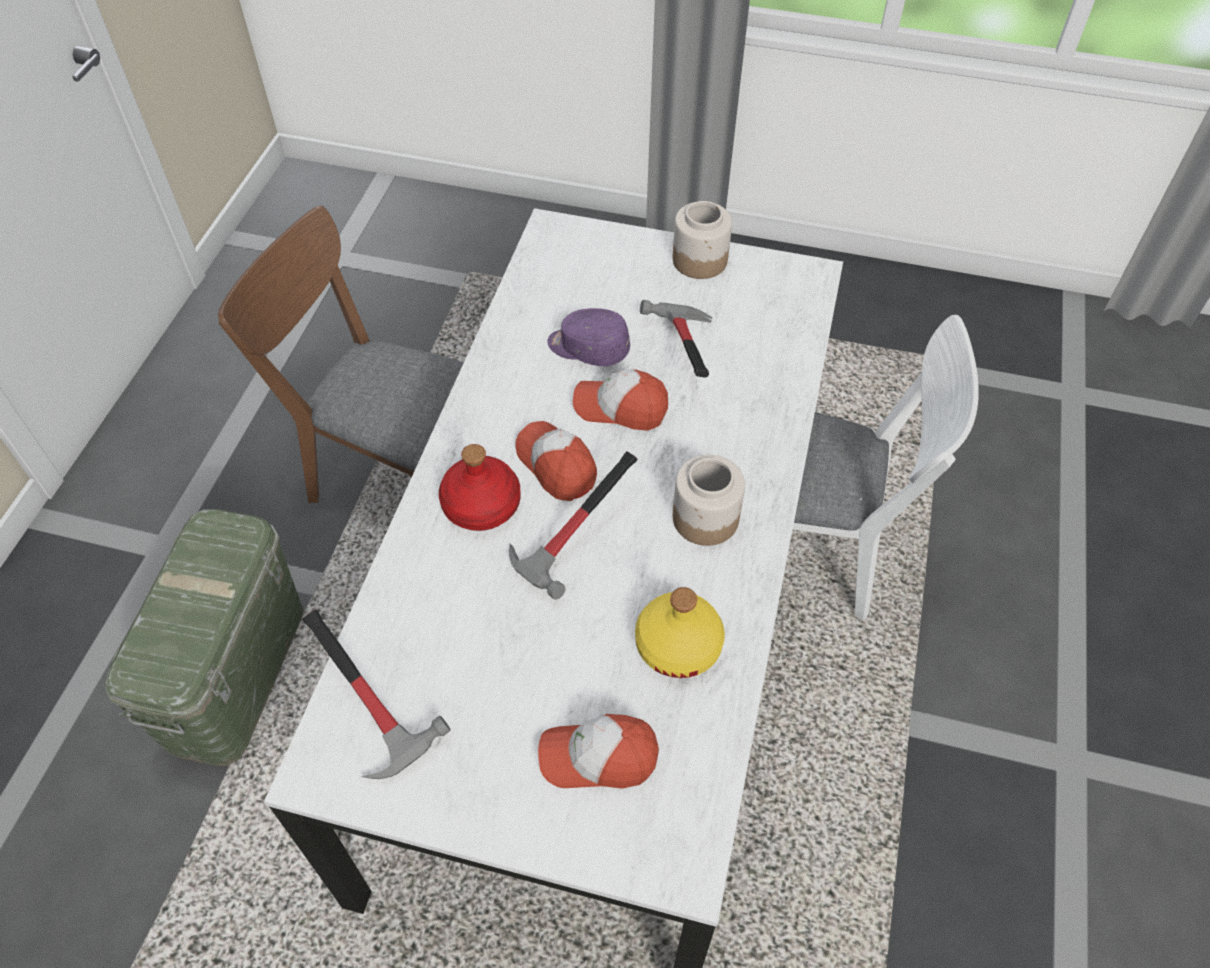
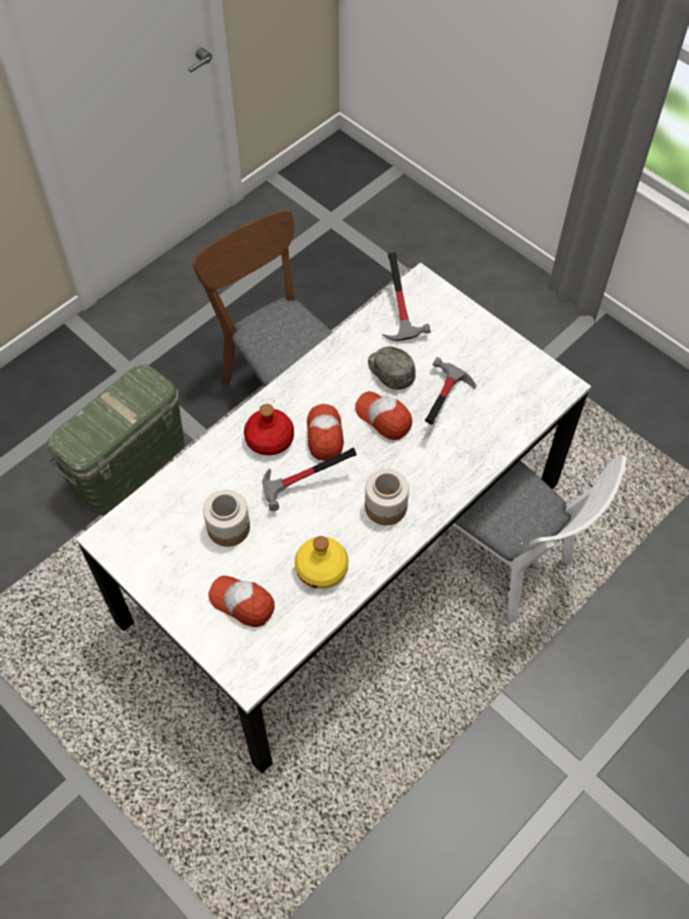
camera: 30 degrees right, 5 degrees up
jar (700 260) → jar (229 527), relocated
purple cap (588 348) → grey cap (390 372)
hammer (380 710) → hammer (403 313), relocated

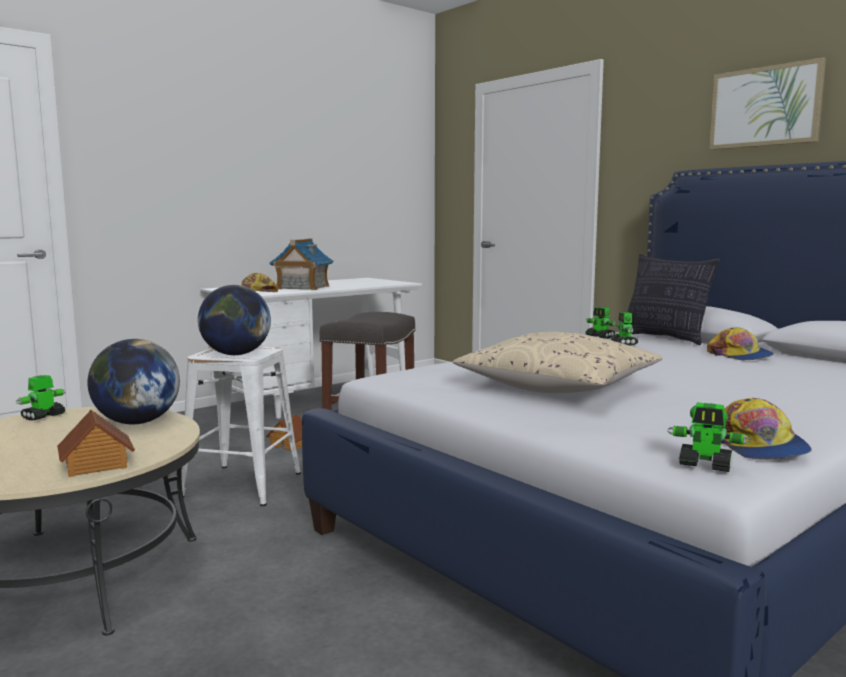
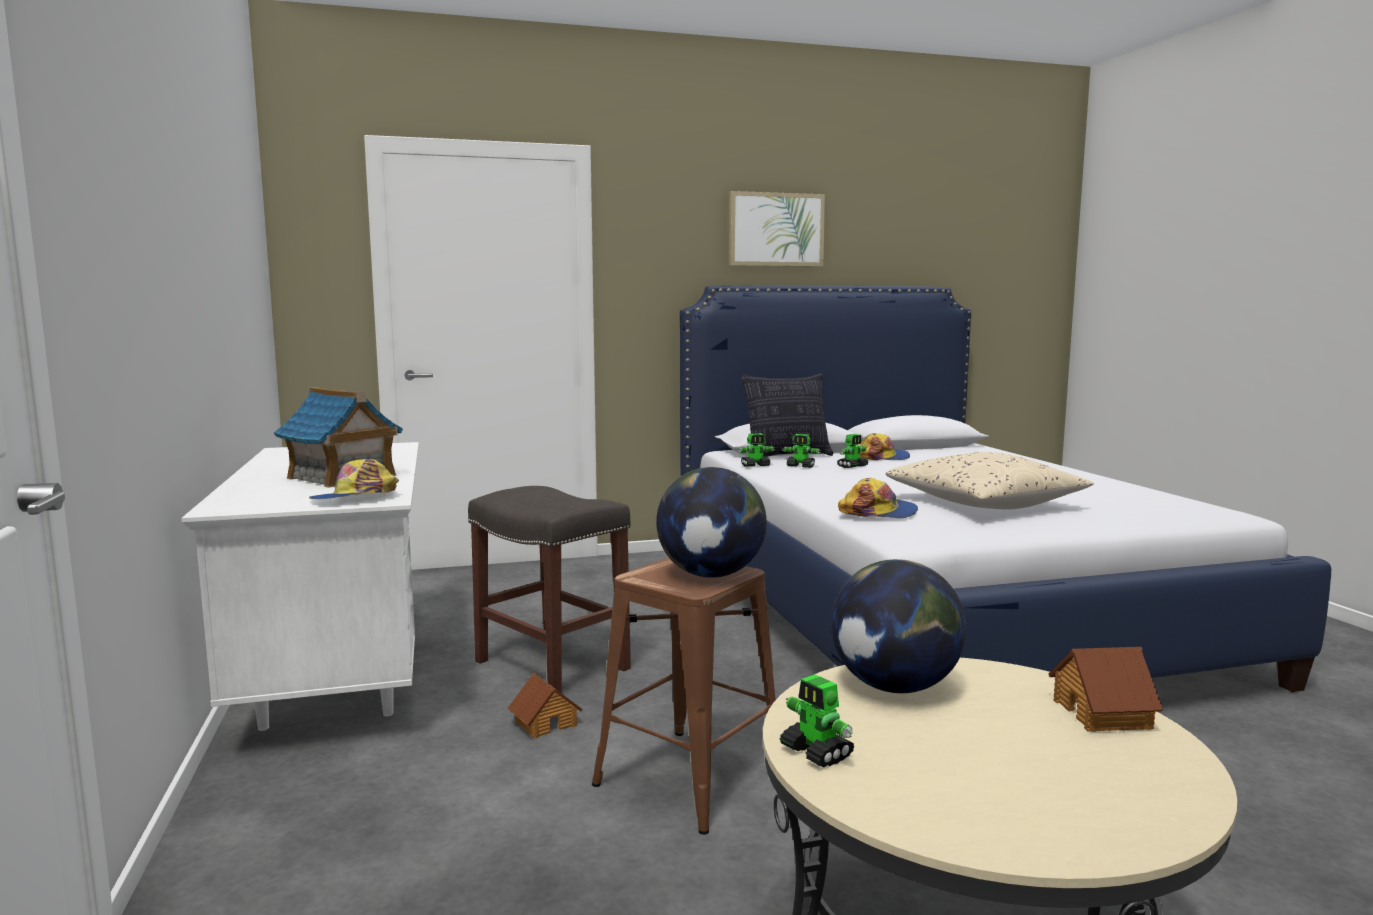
camera: 65 degrees left, 0 degrees up
white stool (241 485) → brown stool (691 778)
cap (758 446) → cap (879 512), relocated
toy robot (705 465) → toy robot (852 466), relocated

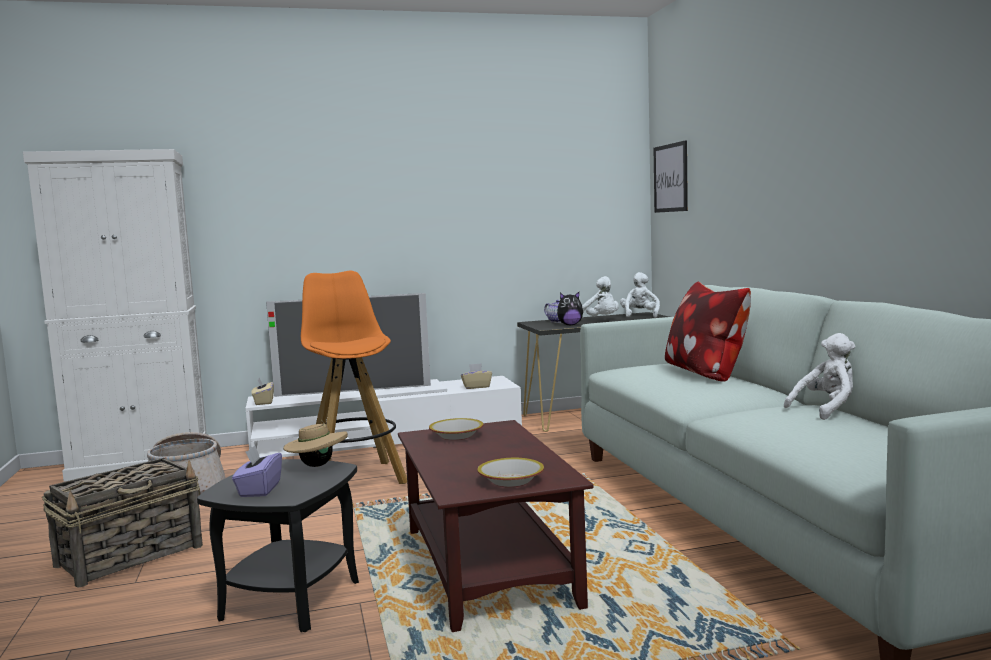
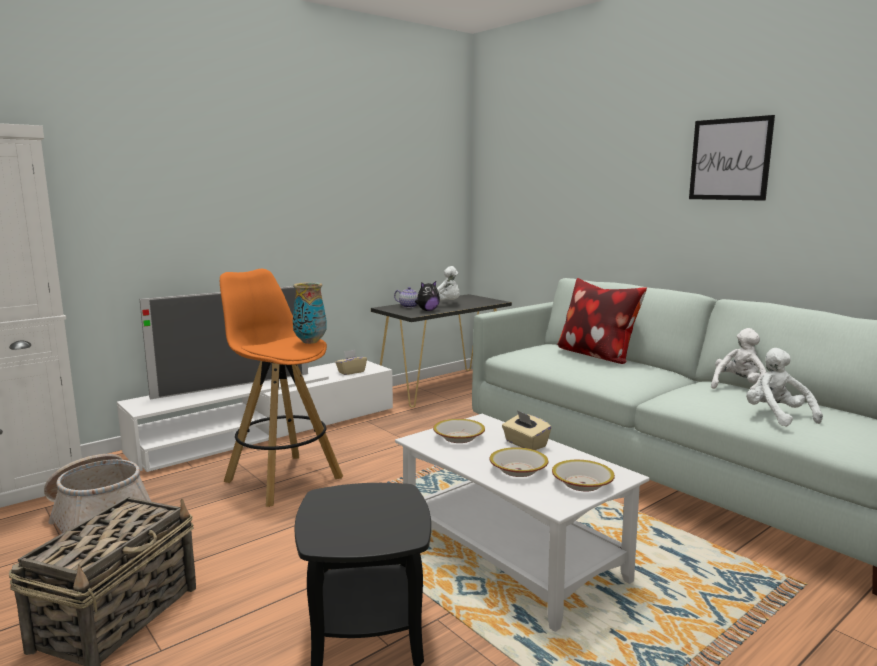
camera: 25 degrees left, 5 degrees up
picture (670 178) → picture (730 159), relocated
white plush toy (640 315) → white plush toy (777 416), relocated
beige tissue box (263 402) → beige tissue box (525 444), relocated
beige hat (317 465) → -
brown coffee table (489 567) → white coffee table (512 556)
purple tissue box (259 489) → -
- → vase (310 342)
- → bowl (518 470)

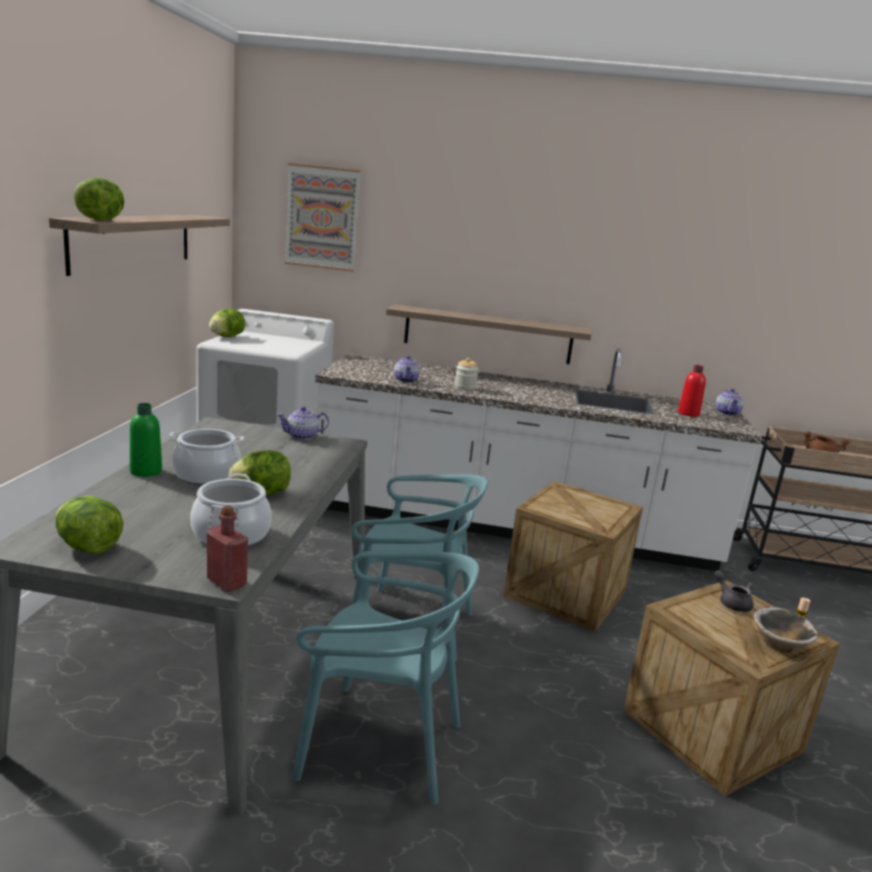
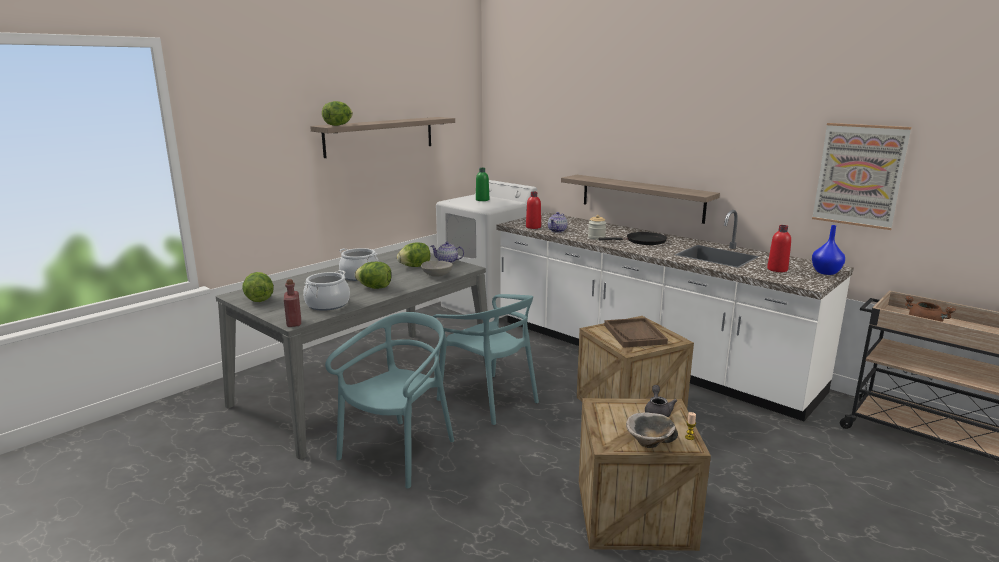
camera: 35 degrees right, 0 degrees up
picture (322 218) → picture (859 175), relocated
lettuce (226 337) → lettuce (415 266), relocated
teapot (727 413) → blue vase (826 272)
green bottle (146 471) → green bottle (482 200), relocated
turquoise chair (380 745) → turquoise chair (399 452), 105 degrees counterclockwise
- → red bottle (533 227)
- → black frying pan (643 241)
- → grey bowl (436 275)
- → brown tray (634 334)

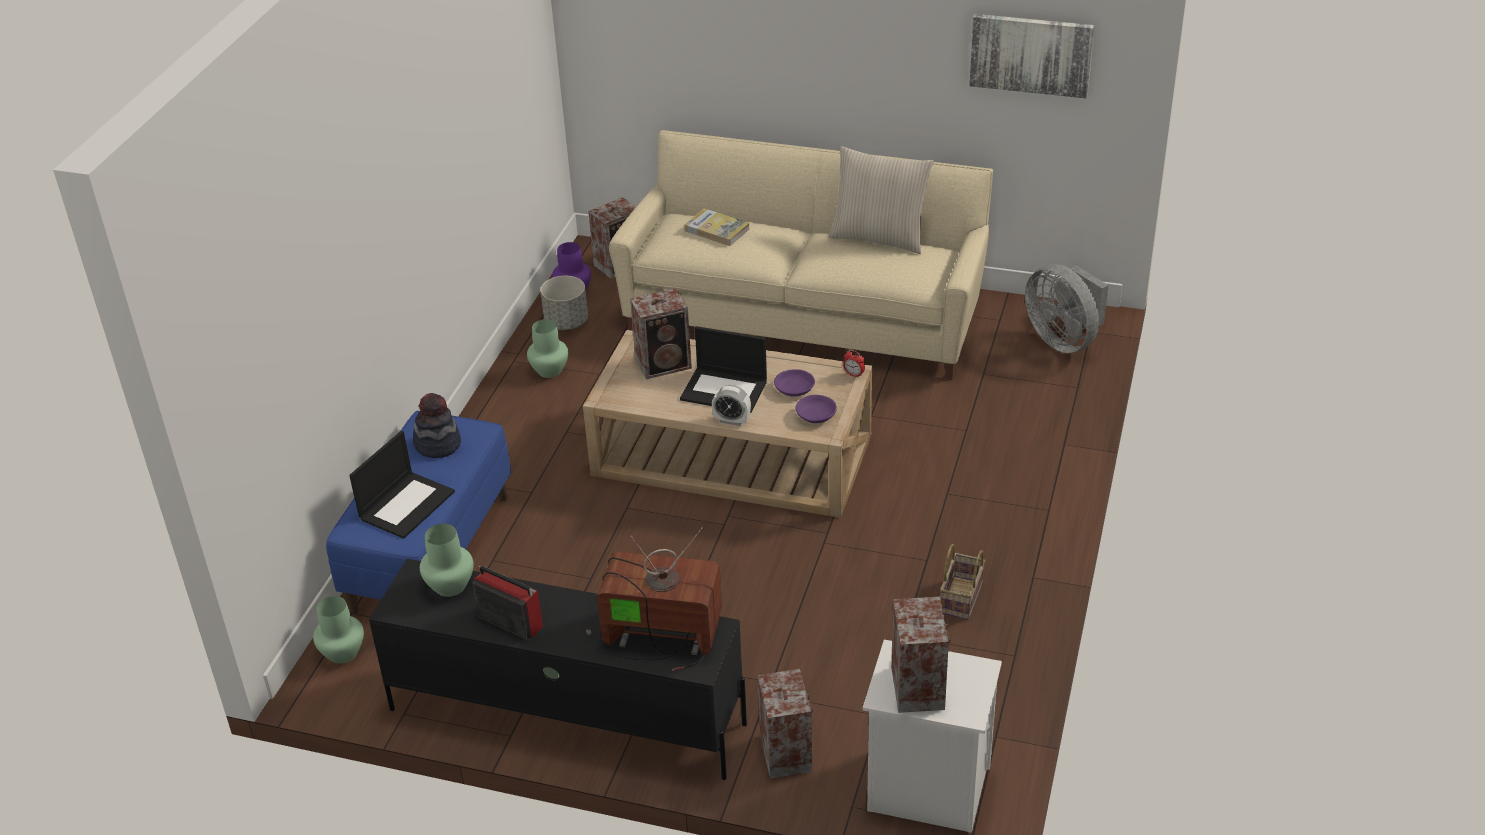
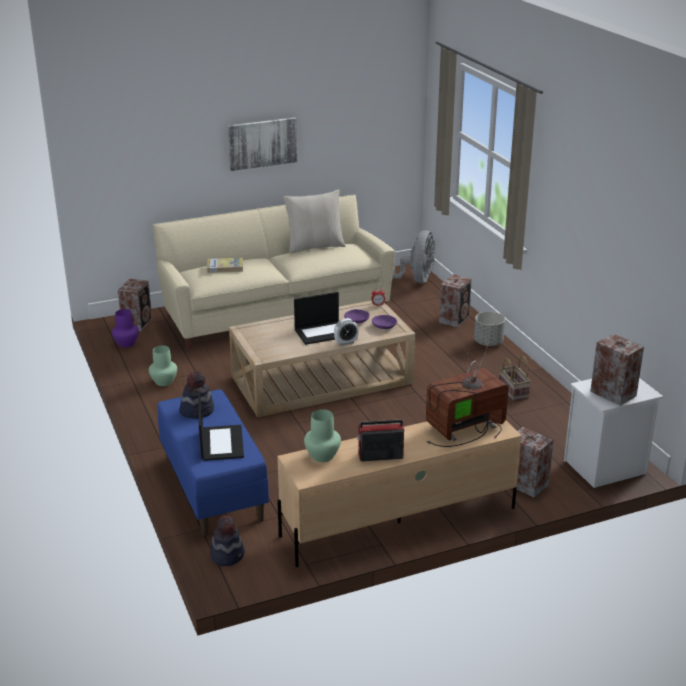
camera: 40 degrees left, 10 degrees down
picture (1031 54) → picture (262 143), relocated
grey fan (1064 340) → grey fan (415 280), 90 degrees counterclockwise
grey planter (566 322) → grey planter (488 342), relocated
speaker (665 364) → speaker (455 319), relocated
black tv stand (565 715) → beige tv stand (397 522)
green vase (343 652) → hat (227 555)

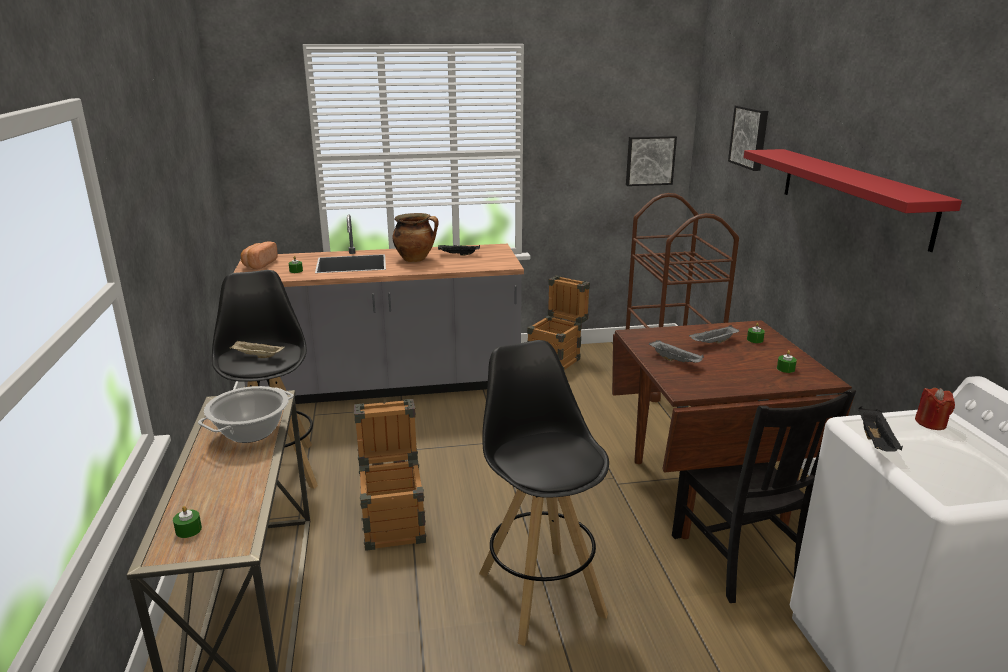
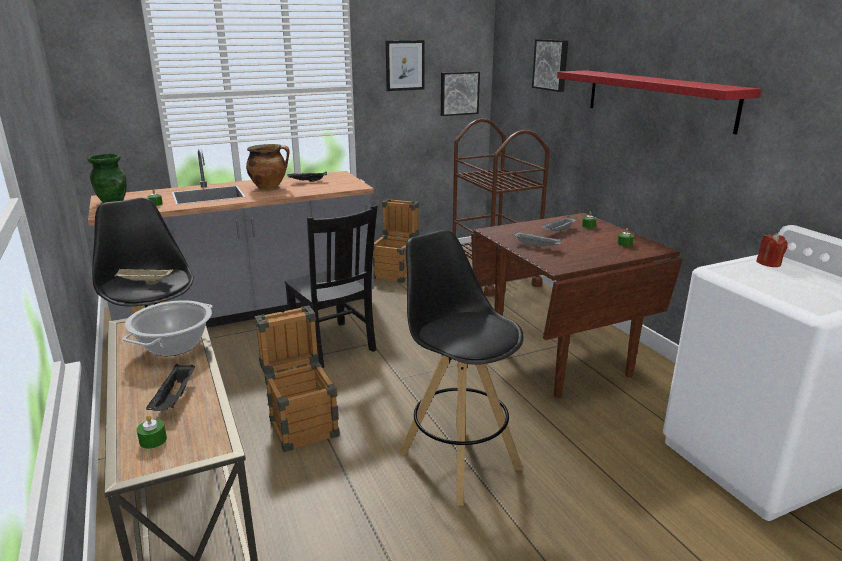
camera: 15 degrees left, 0 degrees up
bread (259 264) → green vase (113 201)
black chair (738 561) → black chair (333 345), relocated
black tray (876 442) → black tray (175 399), relocated
- → picture (405 65)

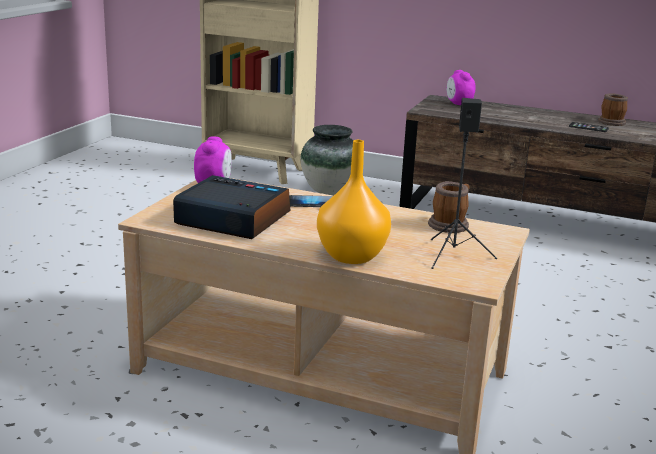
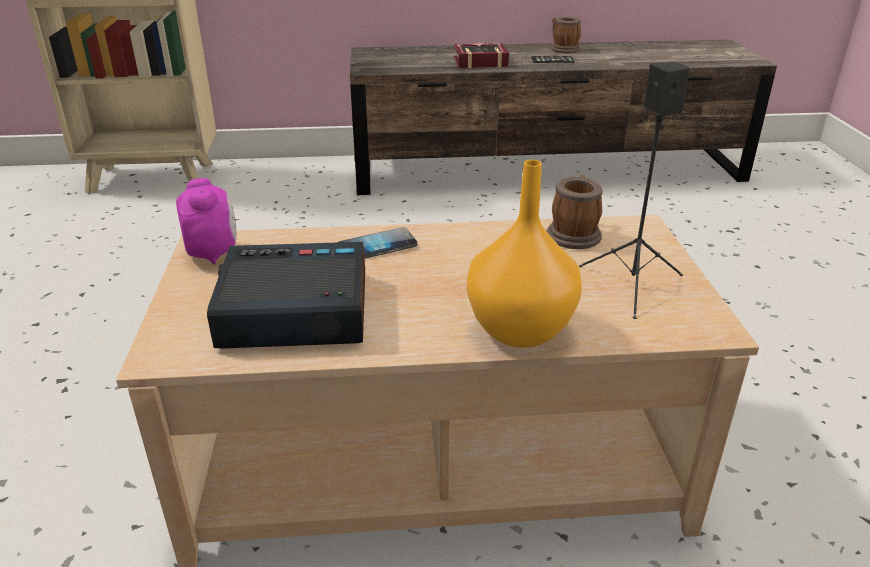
camera: 25 degrees left, 10 degrees up
alarm clock (458 104) → -
vase (330 191) → -
- → book (477 61)

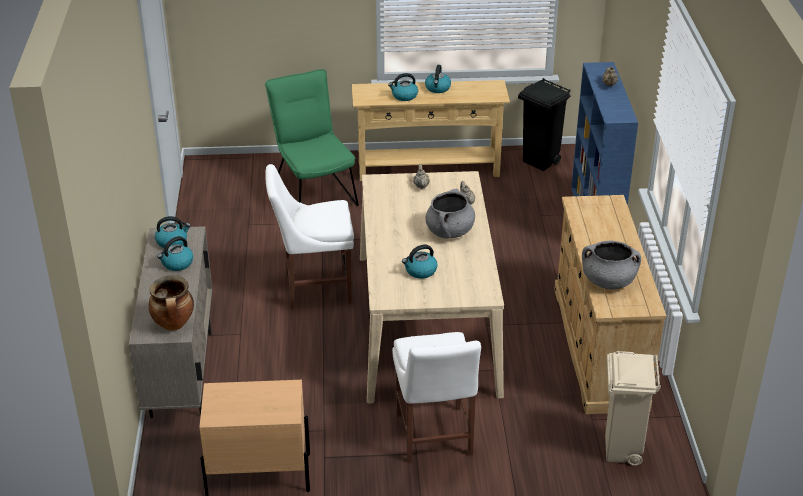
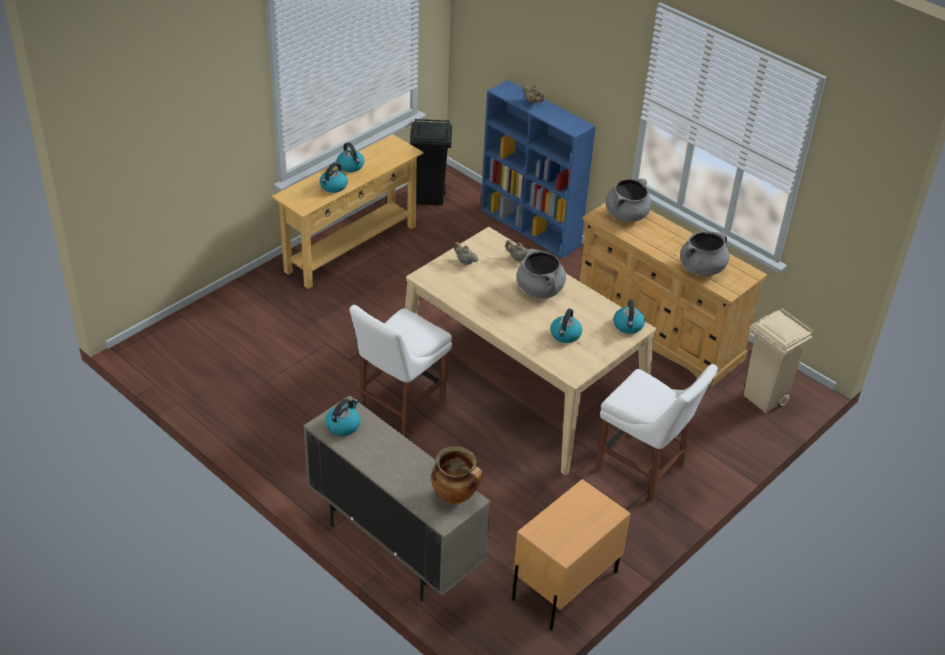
camera: 45 degrees left, 5 degrees up
green chair (313 192) → -
kettle (177 263) → kettle (628 326), relocated
- → grey cooking pot (626 215)

